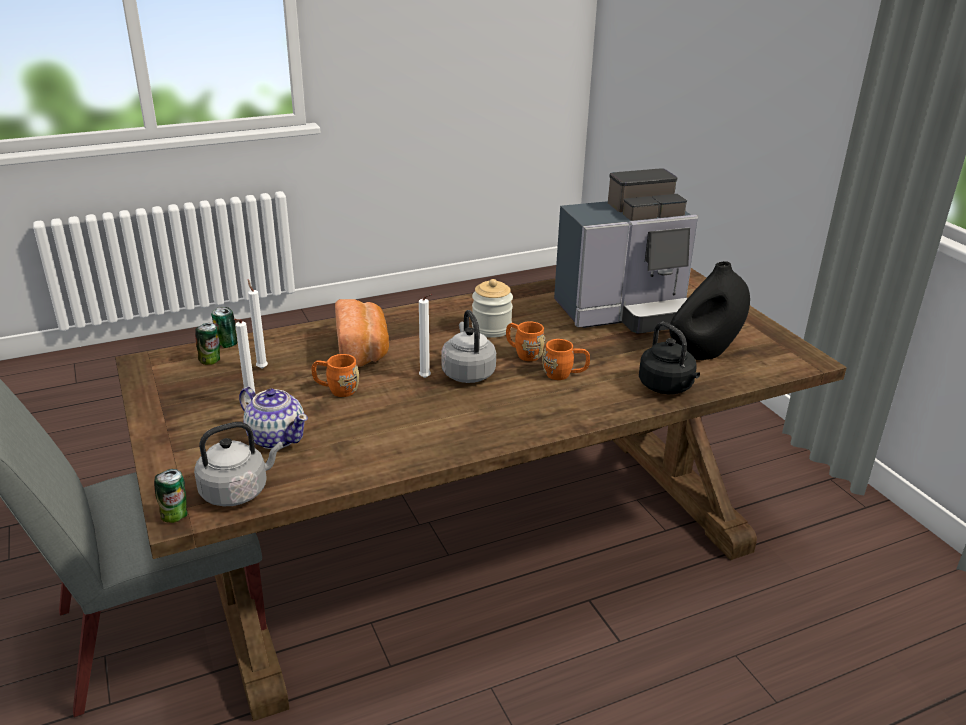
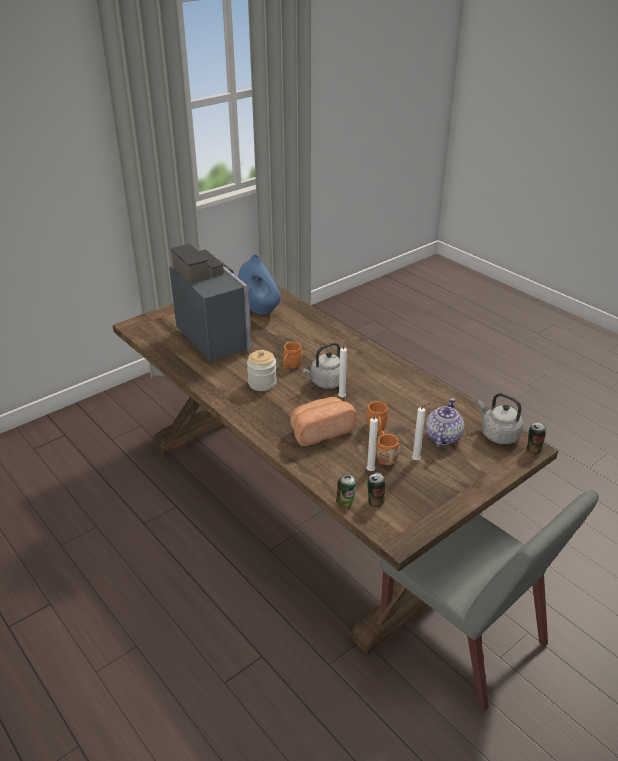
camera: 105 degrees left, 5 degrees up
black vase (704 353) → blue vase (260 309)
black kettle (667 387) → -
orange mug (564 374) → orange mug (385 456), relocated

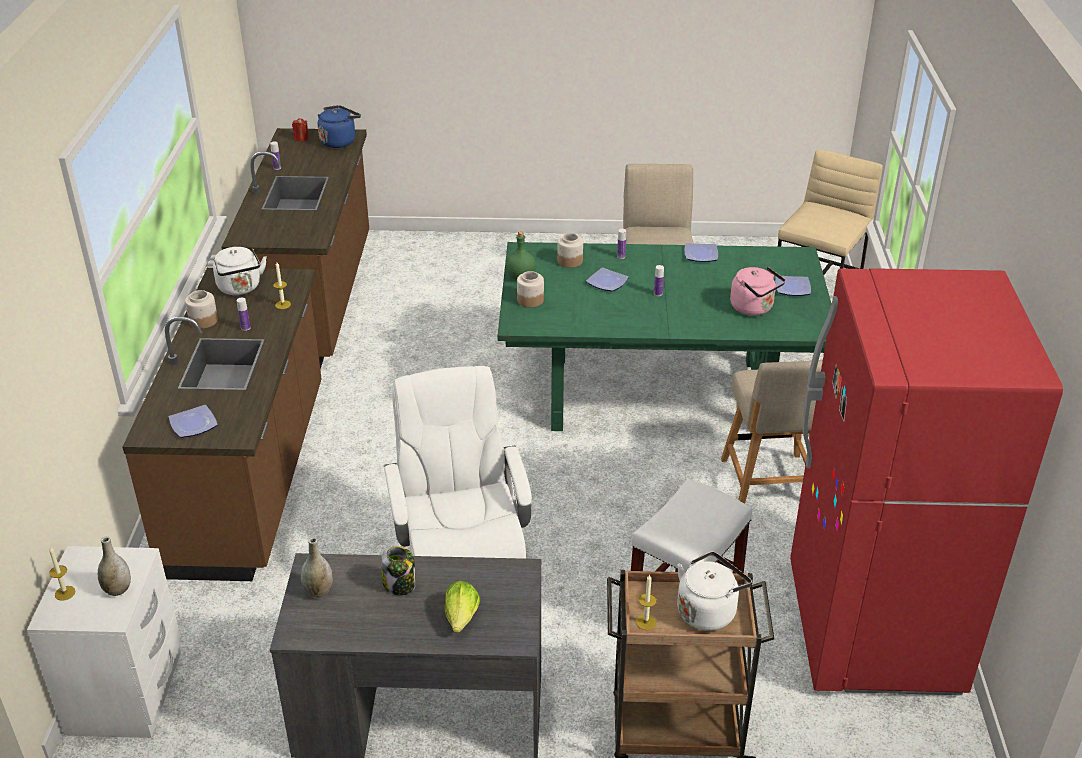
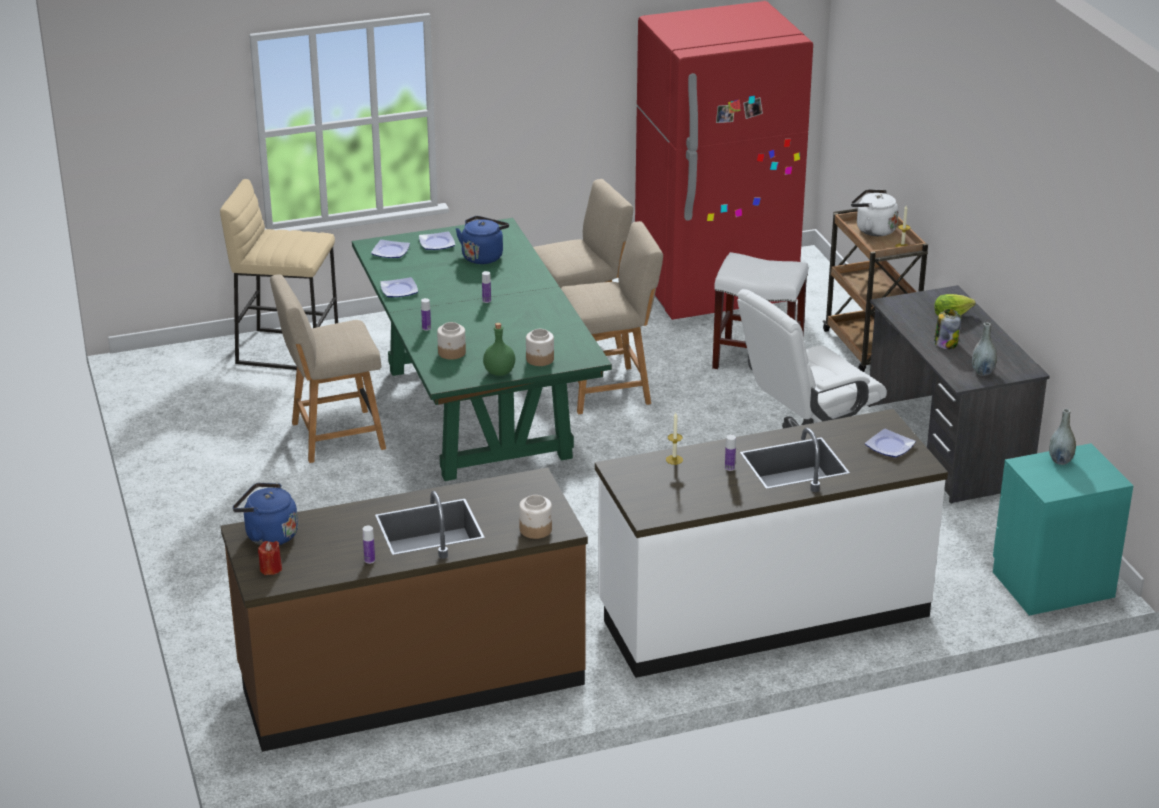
camera: 110 degrees left, 5 degrees down
white kettle (240 288) → -
plate (606 282) → plate (391 252), relocated
pink kettle (754 308) → blue kettle (483 256)
brown counter (251 478) → white counter (762 612)
jar (203 321) → jar (536 529), relocated
white nightstand (127 693) → turquoise nightstand (1051 583)
candle (65 593) → -
- → beige chair (609 389)

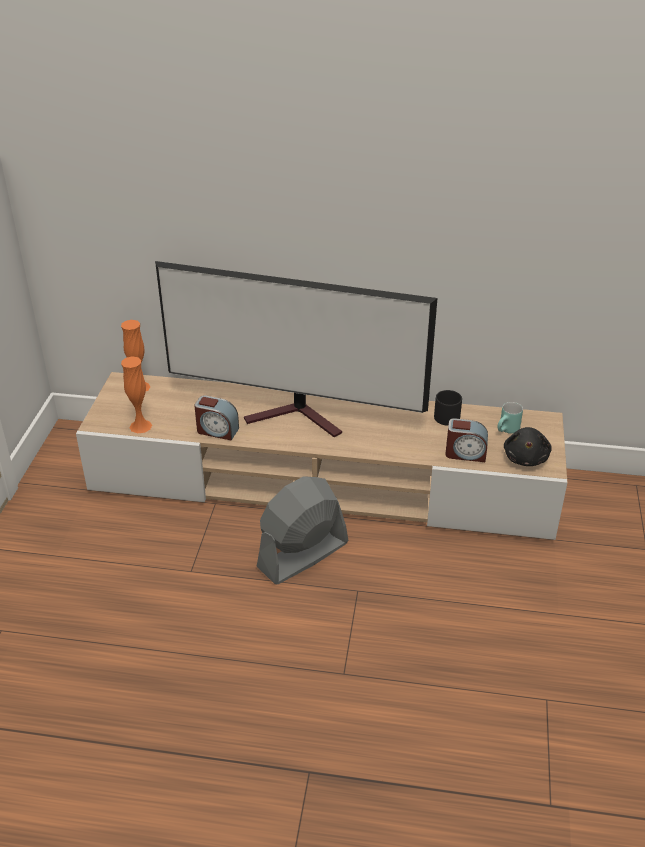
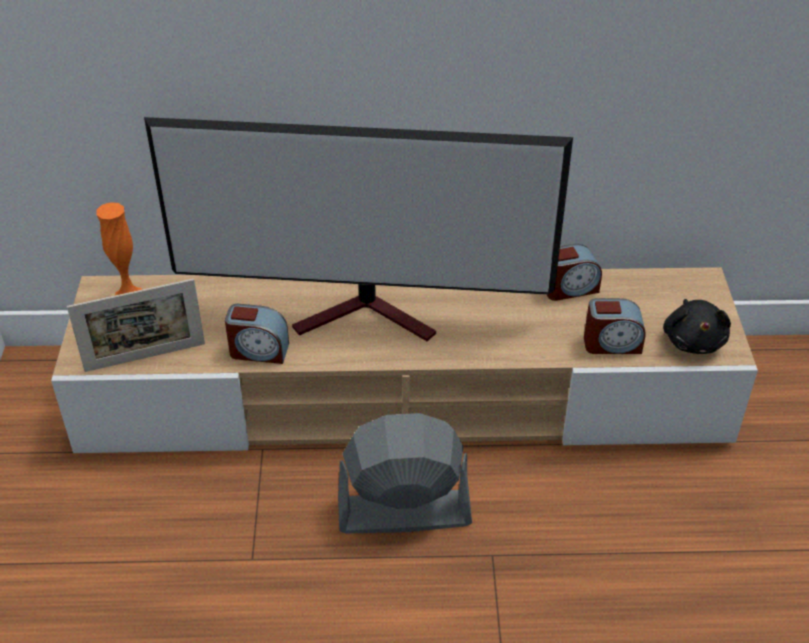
camera: 10 degrees left, 5 degrees up
orange vase (140 426) → picture frame (145 357)
black mug (446 414) → alarm clock (569 288)
turquoise mug (508 431) → -
grey fan (302 555) → grey fan (403 512), 45 degrees clockwise

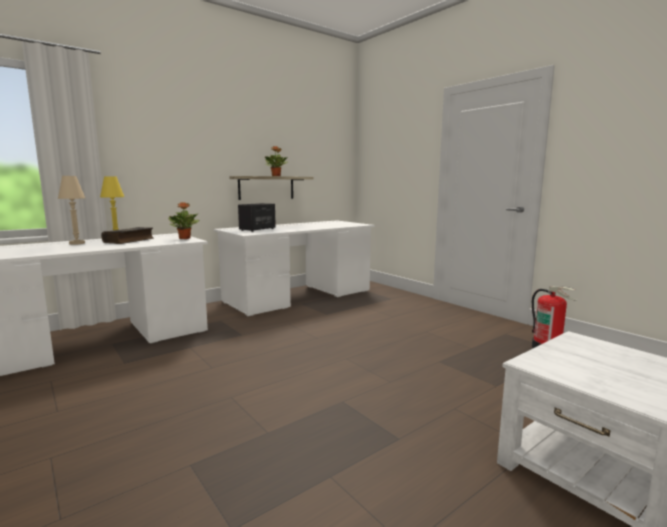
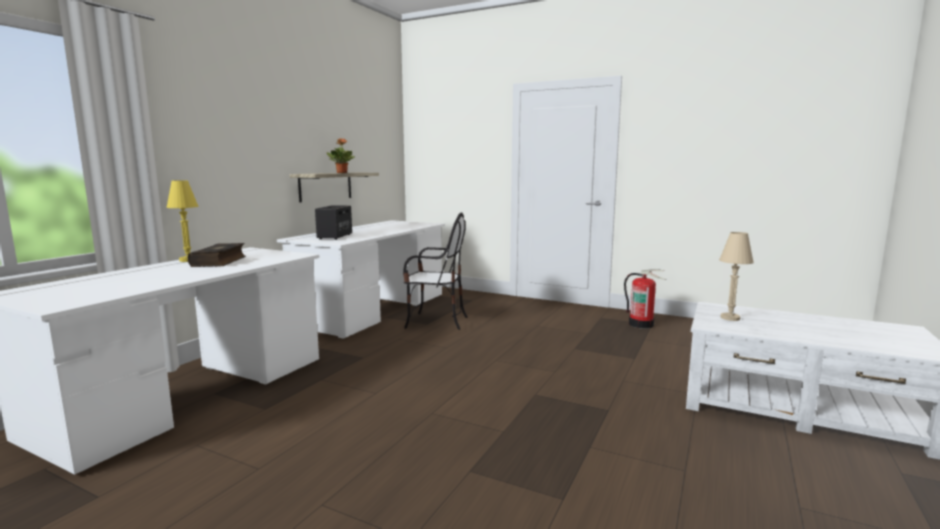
camera: 25 degrees left, 0 degrees up
beige table lamp (77 243) → beige table lamp (730 318), relocated
potted plant (185 238) → -
- → chair (435 322)

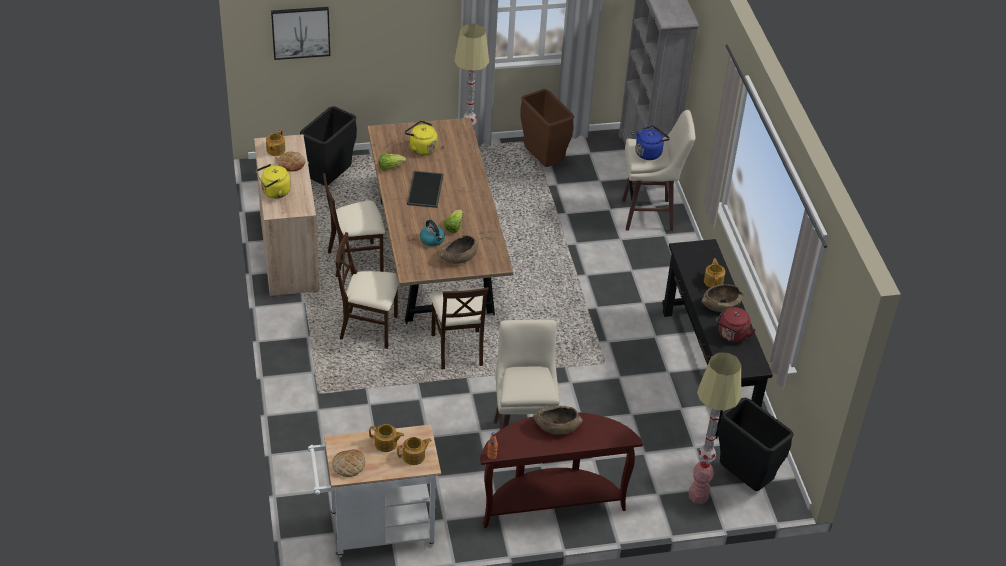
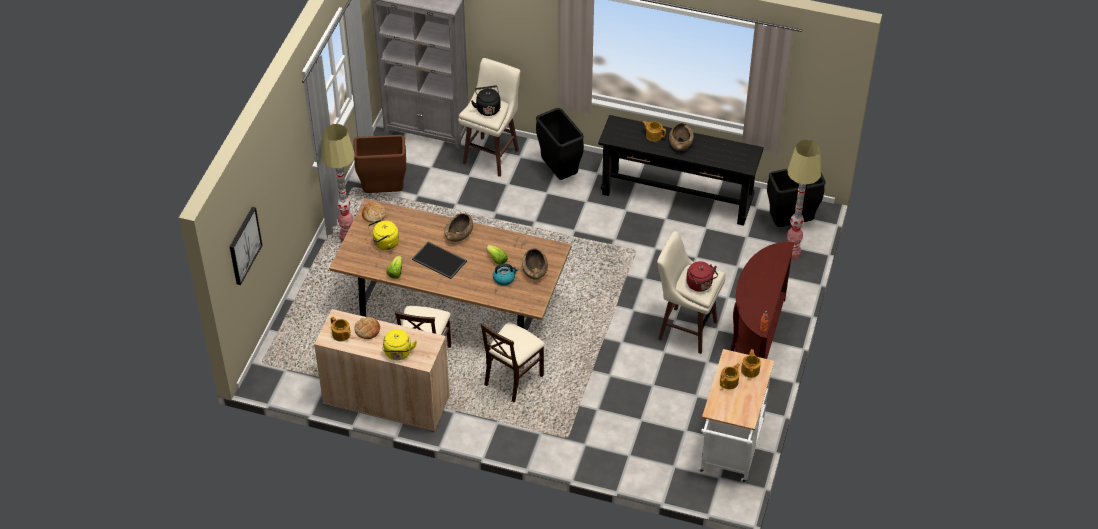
camera: 60 degrees left, 5 degrees up
black trash can (329 180) → black trash can (559 173), relocated
blue kettle (649 153) → black kettle (487 108)
beige chair (458 349) → -
red kettle (732 336) → red kettle (700 285), relocated
brown bowl (556 426) → brown bowl (459 234), relocated
bread (349 465) → bread (373 214), relocated

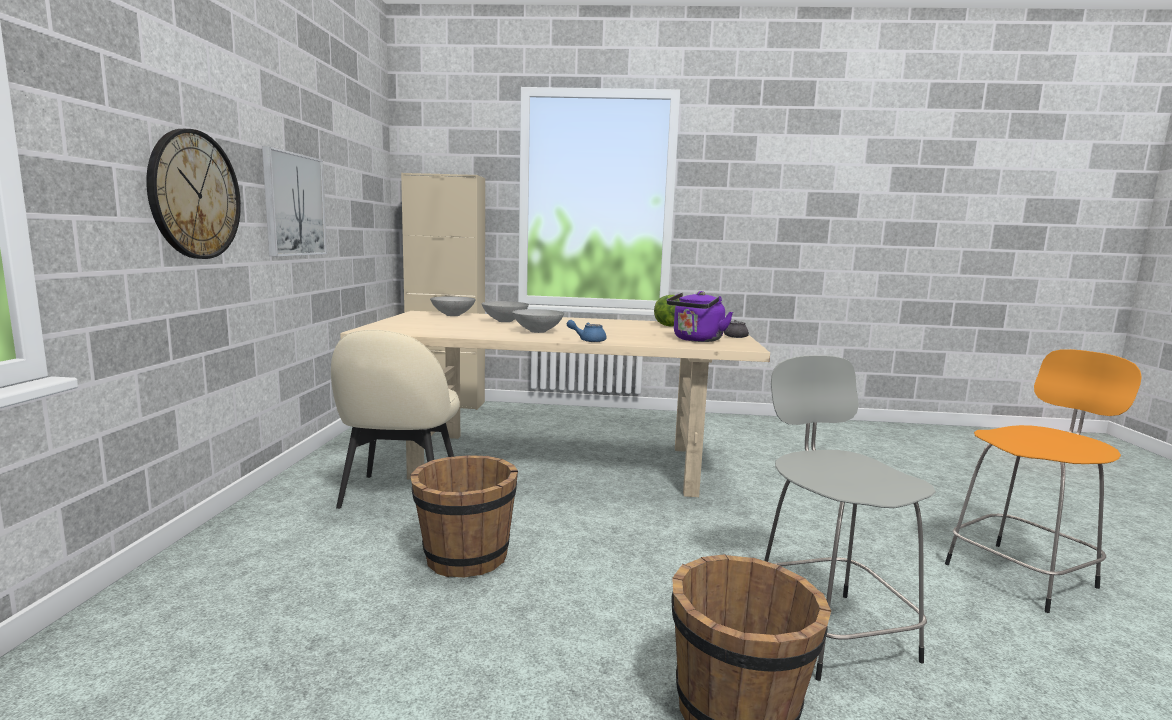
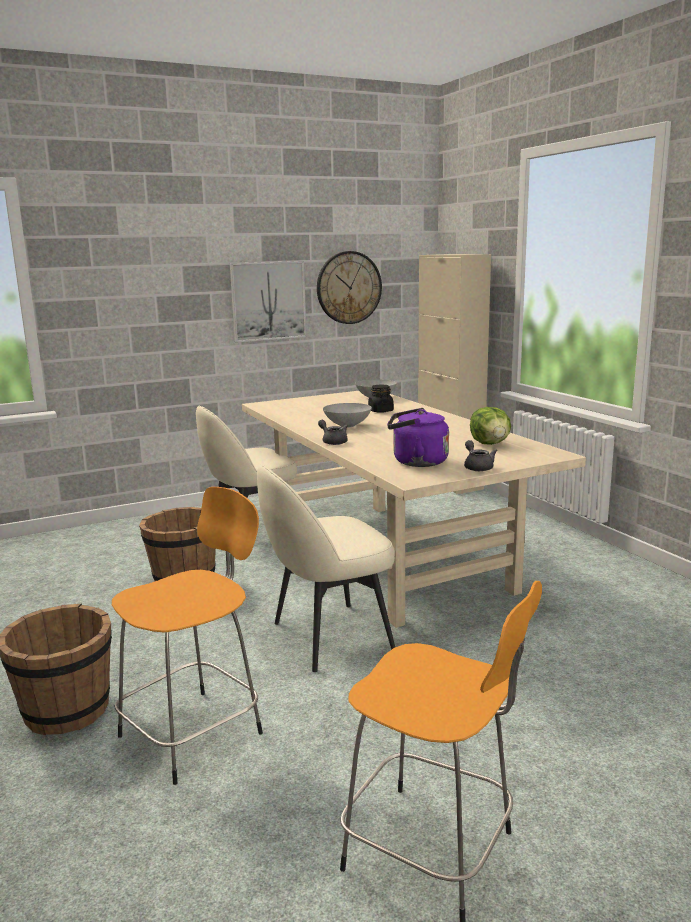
camera: 60 degrees right, 5 degrees up
wall clock (194 195) → wall clock (349 287), relocated
grey bowl (505 321) → black jar (380 411)
blue teapot (588 340) → grey teapot (333 441)
grey stool (829 629) → orange stool (195 732)
- → beige chair (328 637)

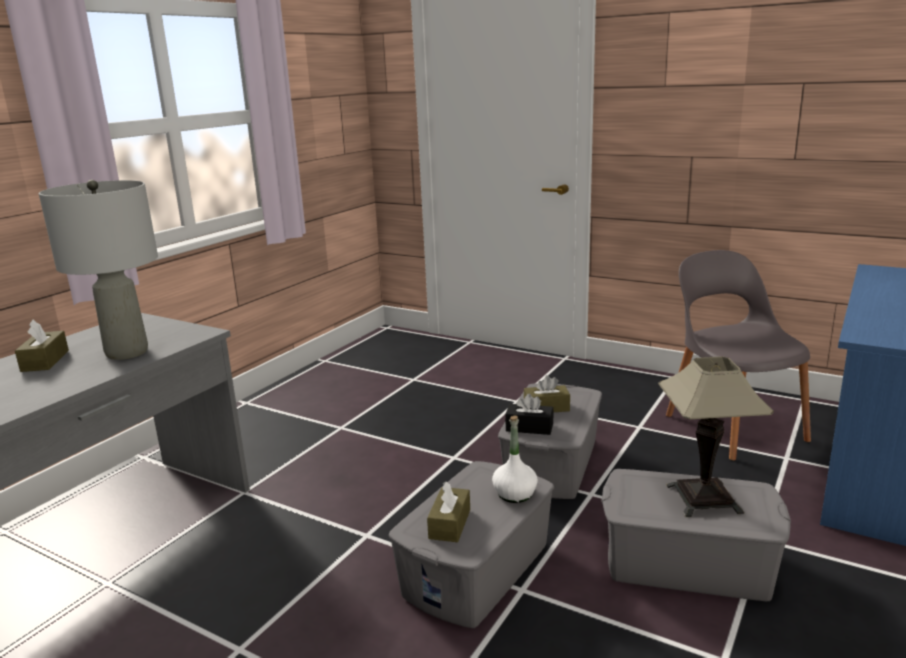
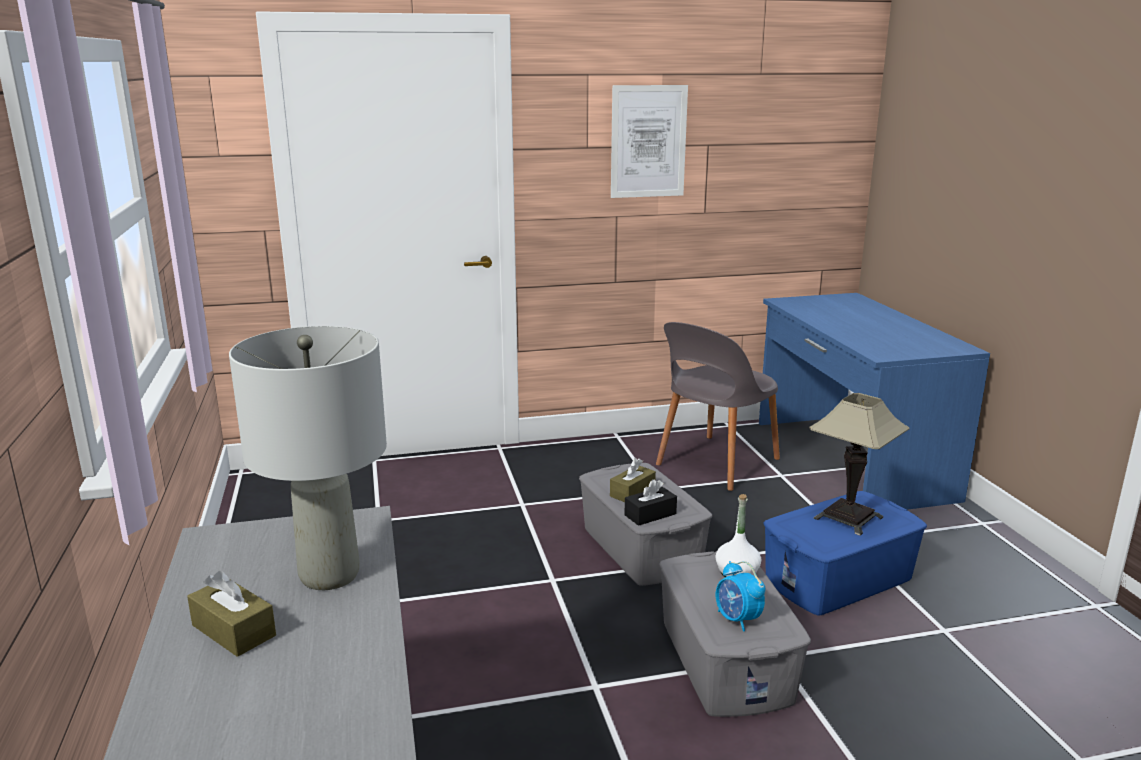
camera: 45 degrees left, 0 degrees up
grey chair (732 426) → grey chair (715 463), 75 degrees counterclockwise
grey storage box (688 564) → blue storage box (839 579)
brown tissue box (450 524) → alarm clock (737 619)
- → picture (648 141)

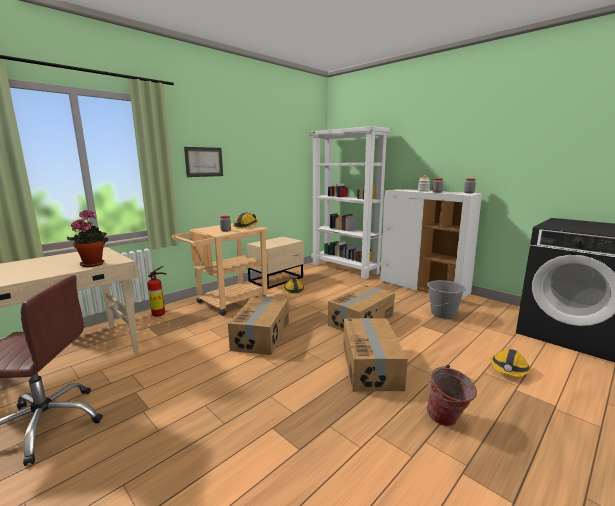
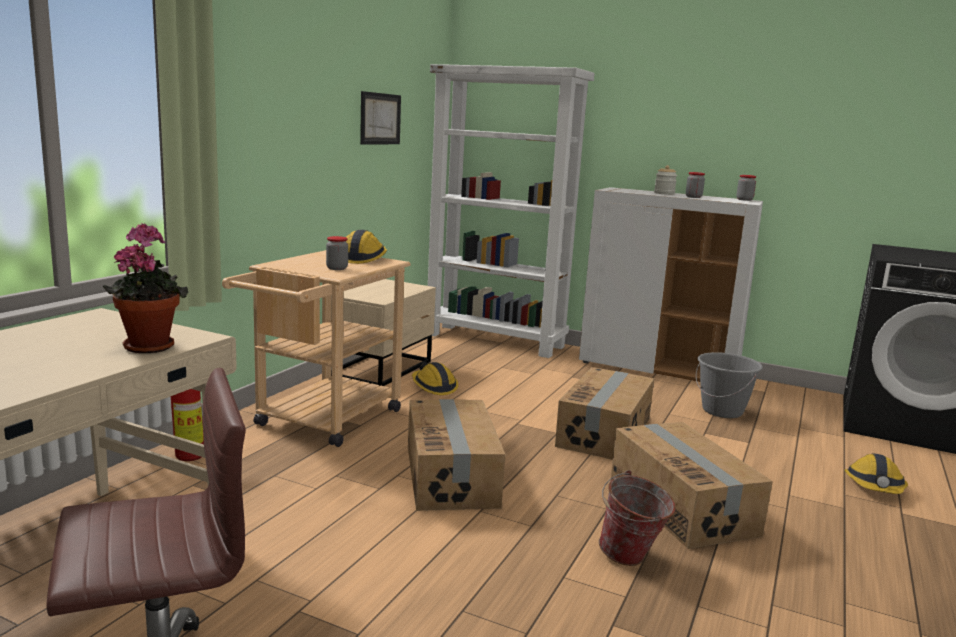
camera: 20 degrees left, 0 degrees up
picture (204 162) → picture (380 119), relocated
bucket (446 421) → bucket (630 559), relocated

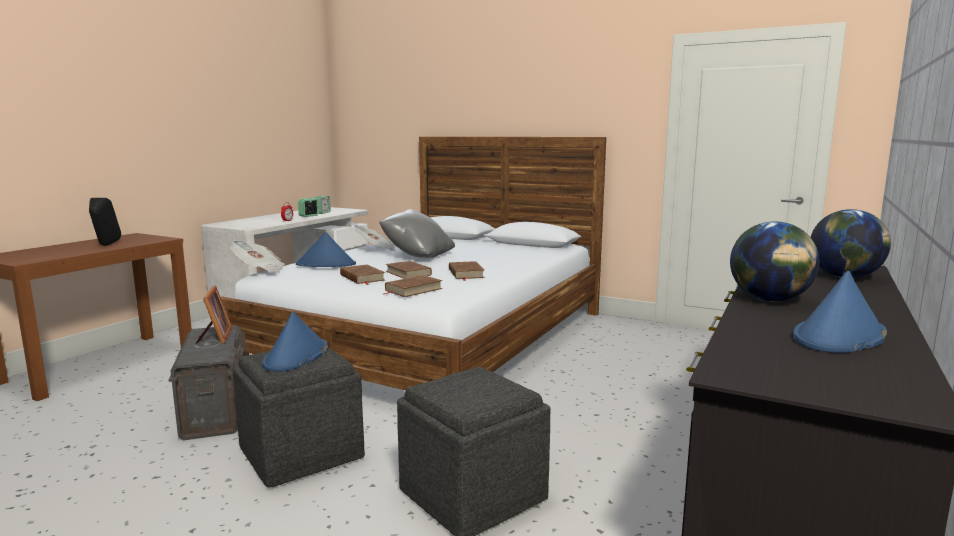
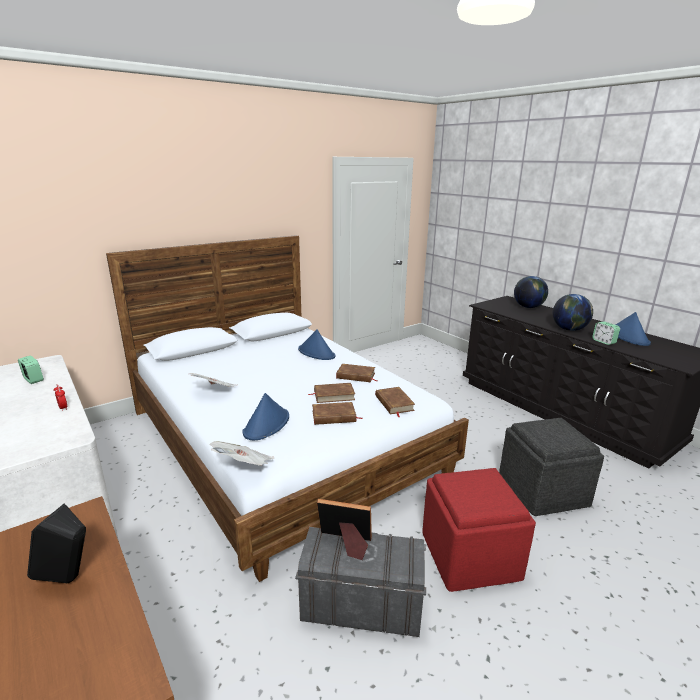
camera: 65 degrees left, 10 degrees up
alarm clock (309 216) → alarm clock (603 341), relocated
grey pillow (417 256) → -
blue hat (296 356) → blue hat (316 353), relocated
grey ottoman (302 453) → red ottoman (470 554)

